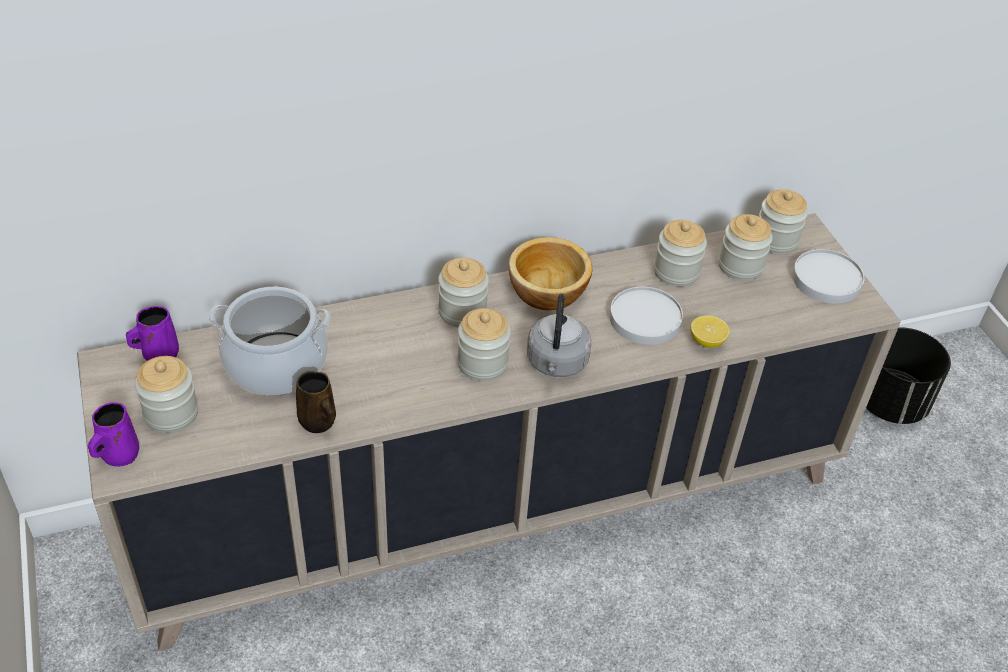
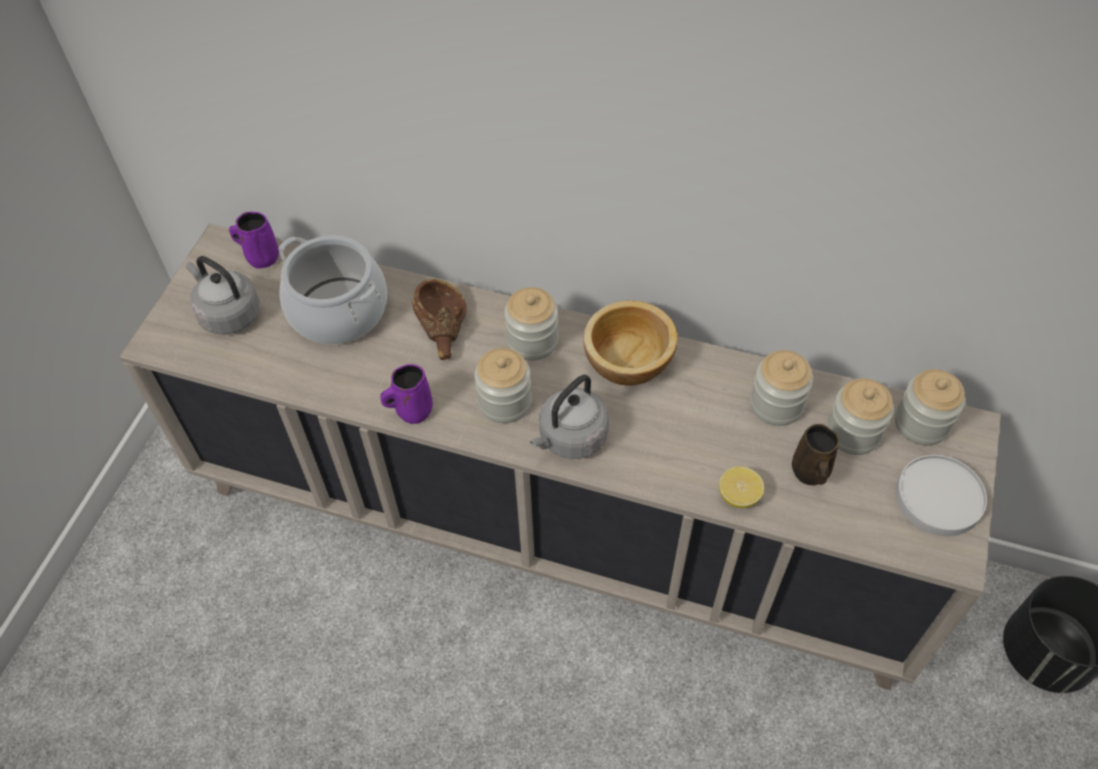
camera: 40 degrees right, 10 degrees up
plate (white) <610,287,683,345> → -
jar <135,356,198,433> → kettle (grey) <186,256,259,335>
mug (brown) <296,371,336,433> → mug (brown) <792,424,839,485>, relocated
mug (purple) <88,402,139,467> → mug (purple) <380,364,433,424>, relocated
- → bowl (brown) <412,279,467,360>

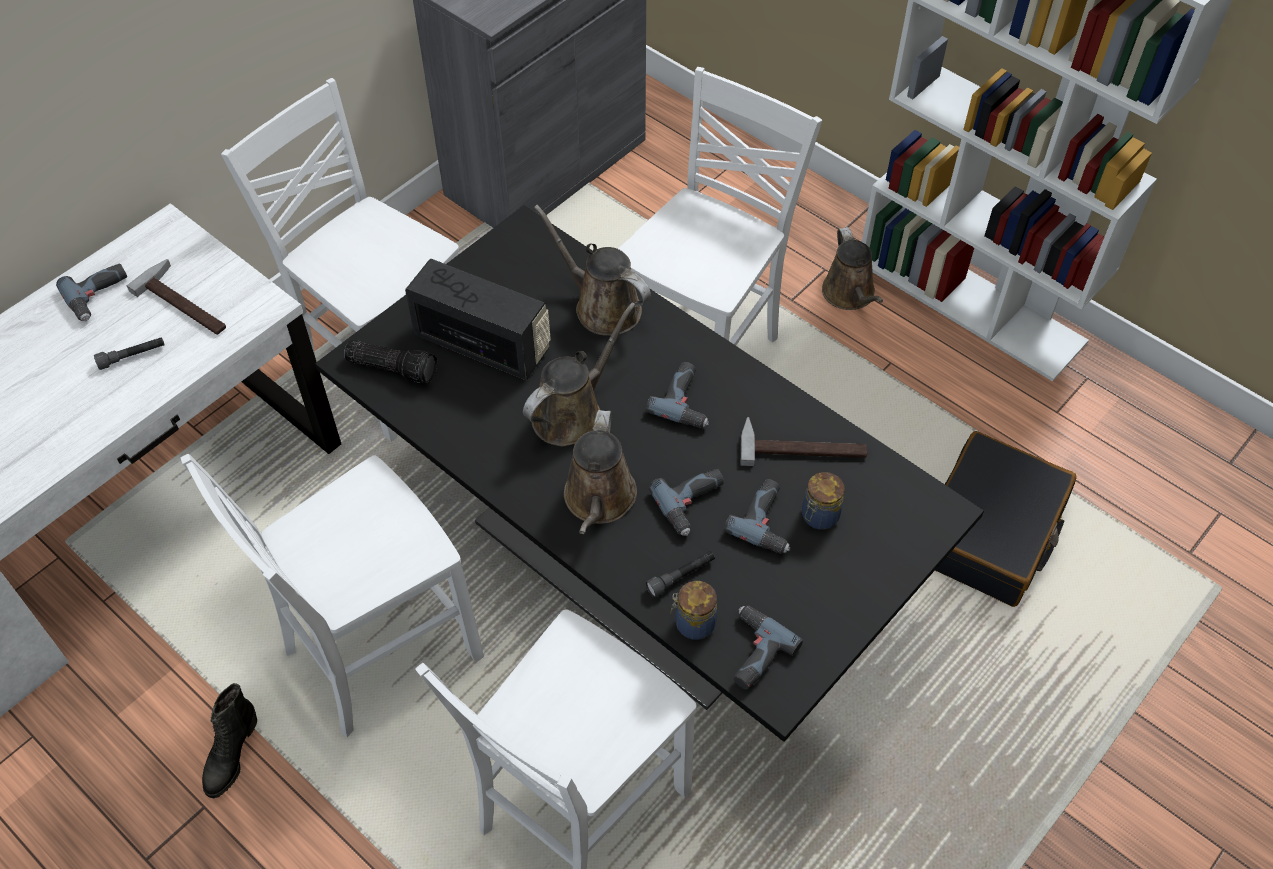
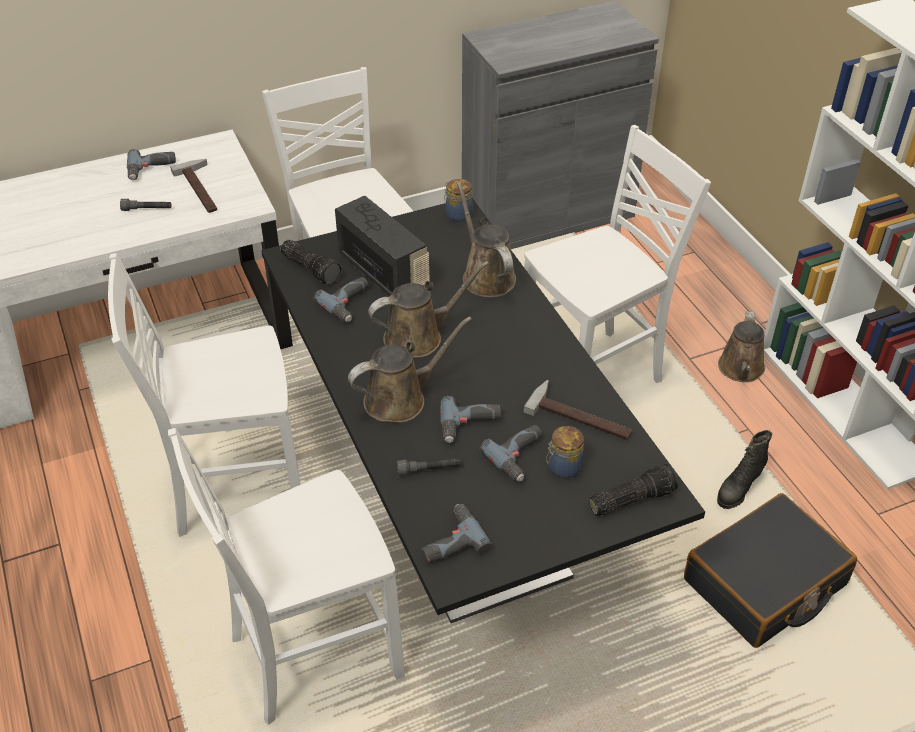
camera: 25 degrees right, 10 degrees down
power drill <646,362,709,428> → power drill <314,277,369,322>, relocated
watering can (brown) <564,410,637,534> → watering can (brown) <348,317,472,423>, 150 degrees counterclockwise
jar <670,581,717,640> → jar <444,179,473,222>, relocated
boot (black) <202,683,257,798> → boot (black) <717,430,772,509>, relocated
- → flashlight <589,464,678,516>

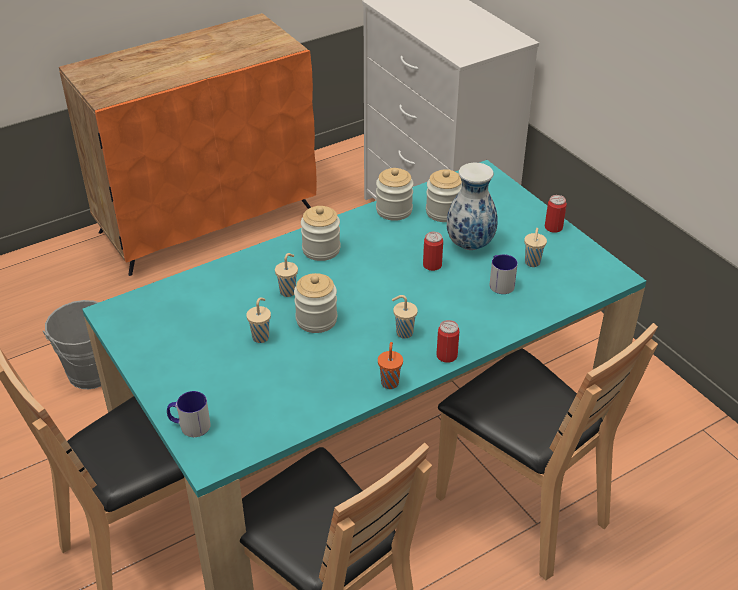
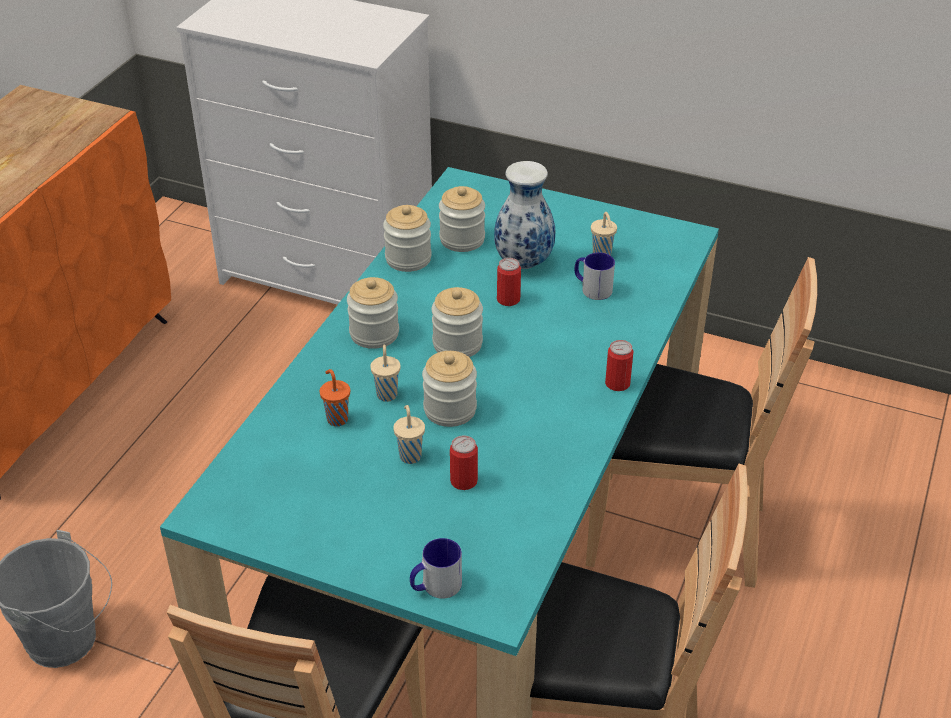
camera: 35 degrees left, 0 degrees up
can <545,195,567,233> → can <450,436,478,490>, relocated
cup (beige) <392,295,418,339> → -
cup (orange) <378,342,403,389> → cup (orange) <320,369,350,426>, relocated
- → jar <432,287,483,357>

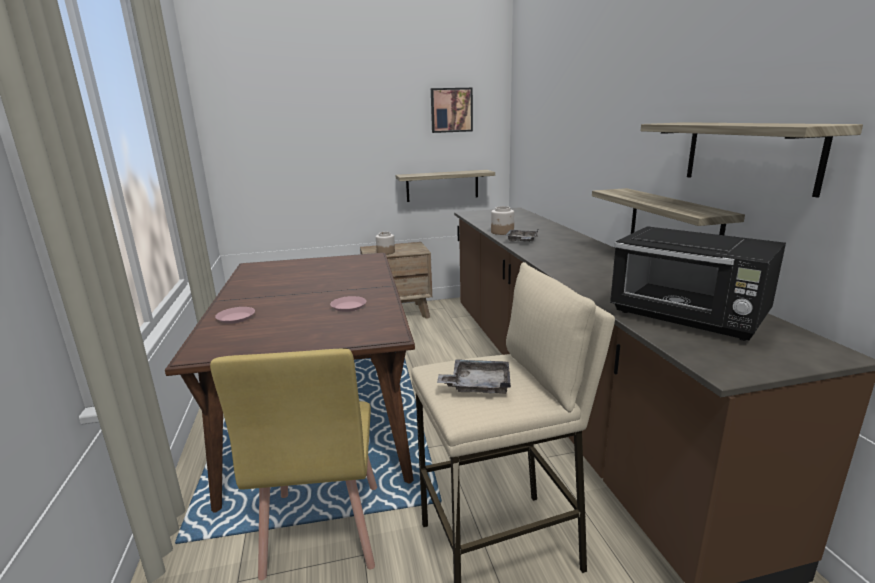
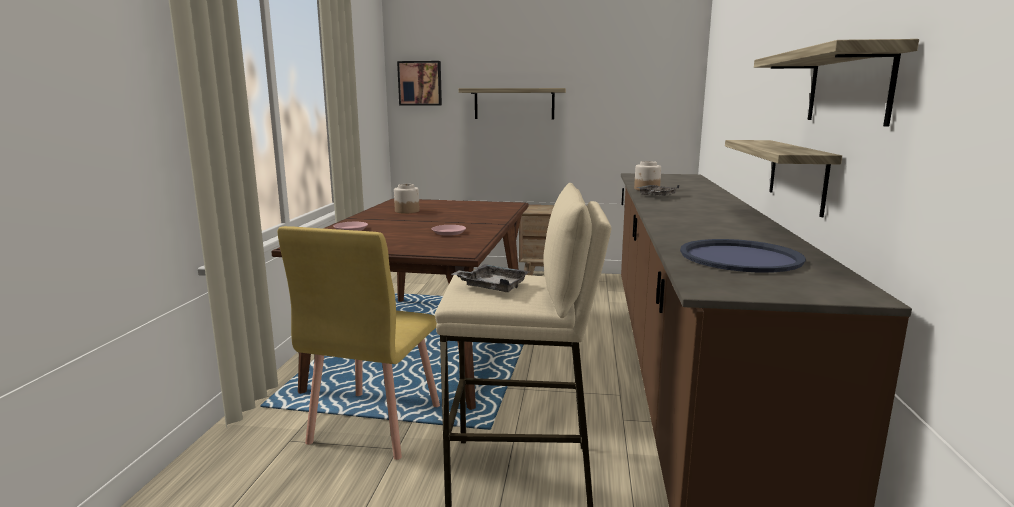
camera: 20 degrees right, 5 degrees down
picture <431,88,473,133> → picture <397,61,442,106>, relocated
shelf <396,170,495,202> → shelf <459,88,566,119>, relocated
microwave (black) <610,226,786,341> → tray (blue) <680,239,806,273>
jar <376,232,395,255> → jar <394,184,419,213>, relocated

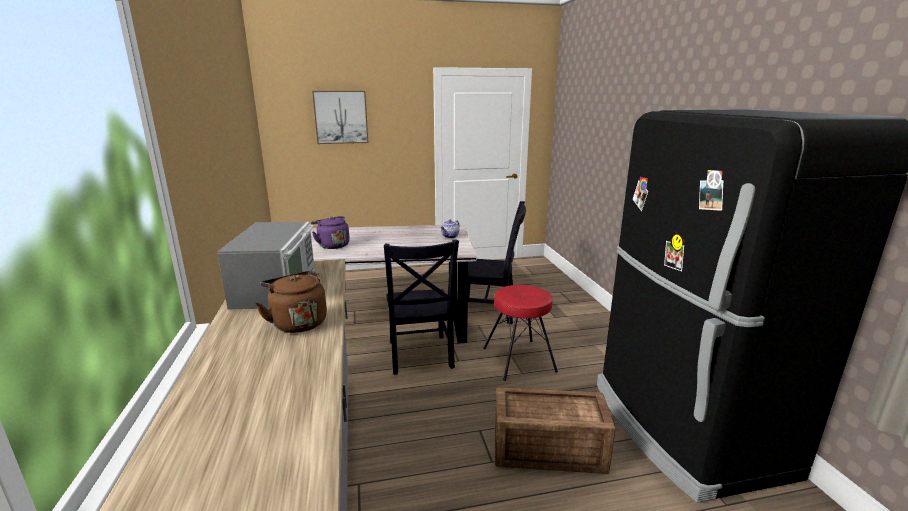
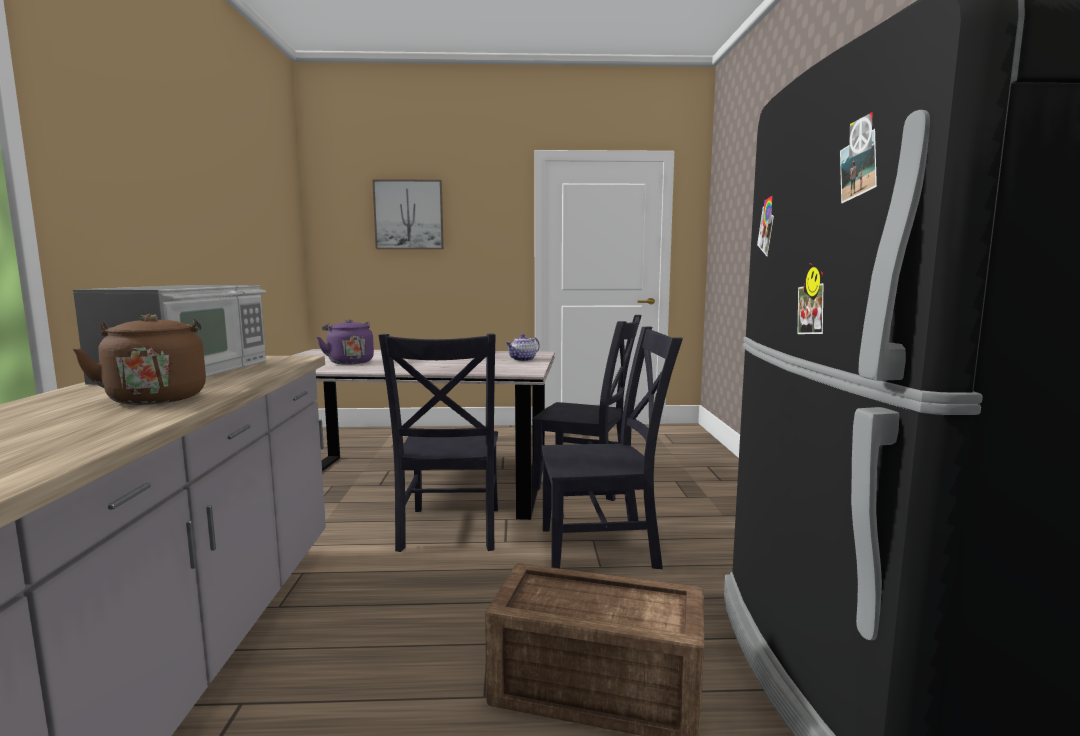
camera: 10 degrees right, 10 degrees down
stool (red) <483,285,558,381> → chair (black) <542,326,683,569>

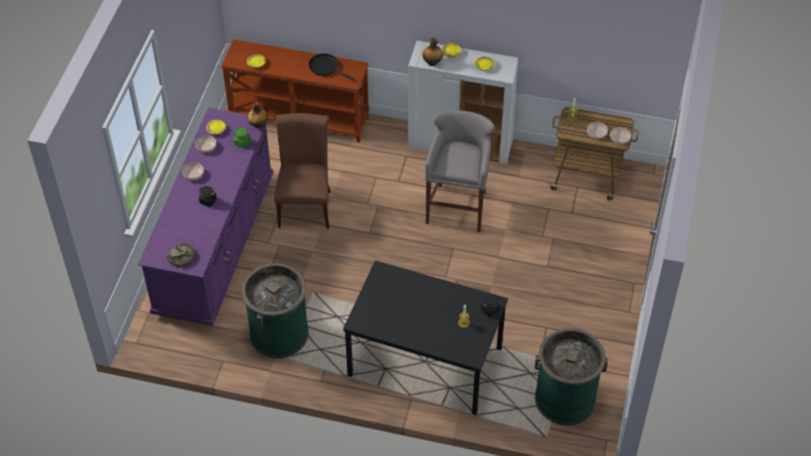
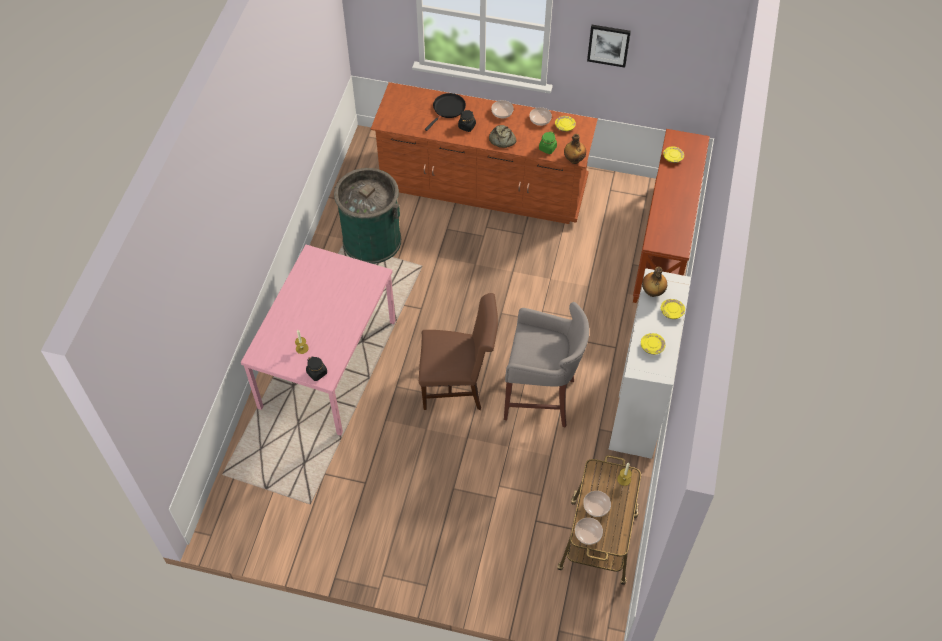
camera: 90 degrees right, 5 degrees up
frying pan (black) <309,53,354,81> → frying pan (black) <425,93,466,131>, relocated
dresser (purple) <138,108,273,326> → dresser (brown) <371,82,598,224>
chair (brown) <274,113,331,229> → chair (brown) <419,293,498,410>, relocated
bread <167,243,195,267> → bread <489,125,517,148>, relocated
dining table (black) <343,260,508,415> → dining table (pink) <241,245,396,436>
trash can (green) <535,328,608,425> → -
- → picture <587,25,631,68>

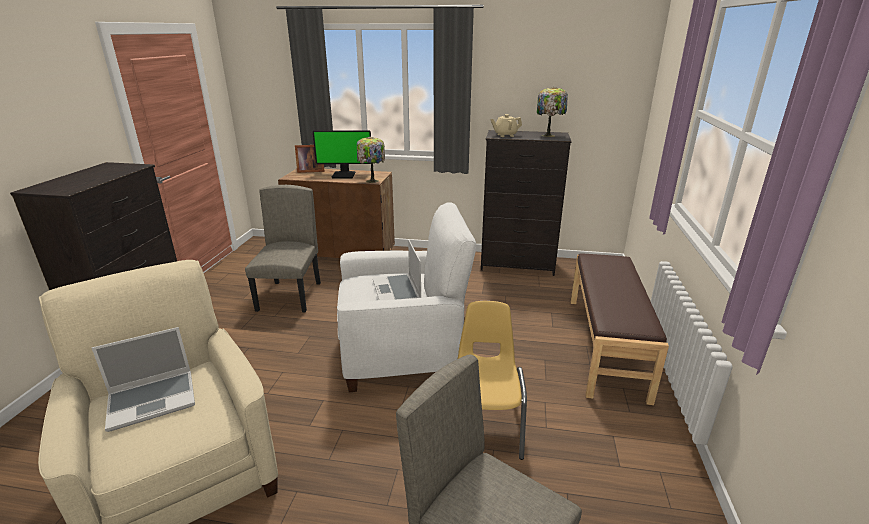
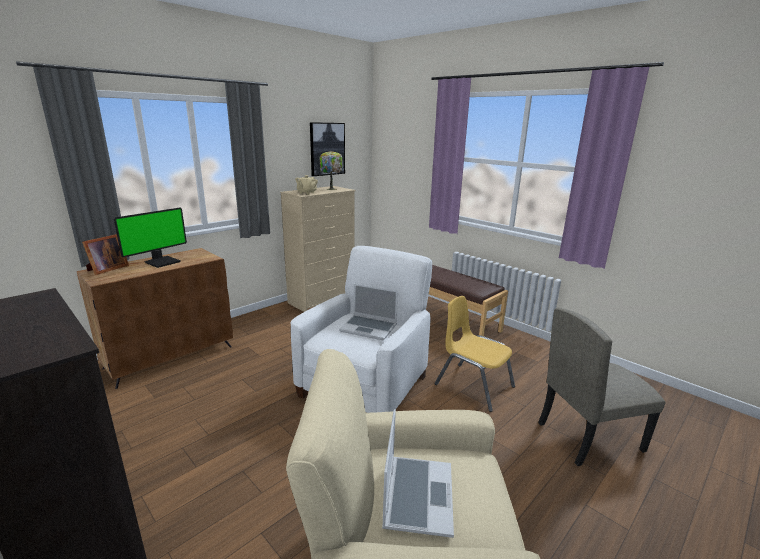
camera: 55 degrees left, 5 degrees down
dresser (black) <481,130,572,276> → dresser (beige) <280,186,355,312>
table lamp <357,136,385,183> → -
chair (beige) <245,185,321,312> → -
- → picture <310,122,345,176>

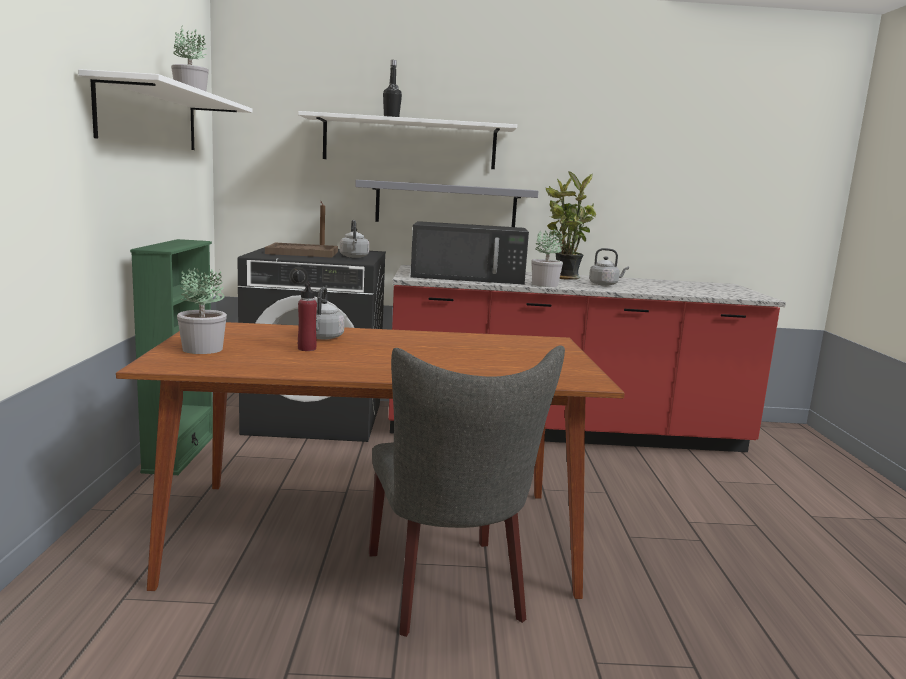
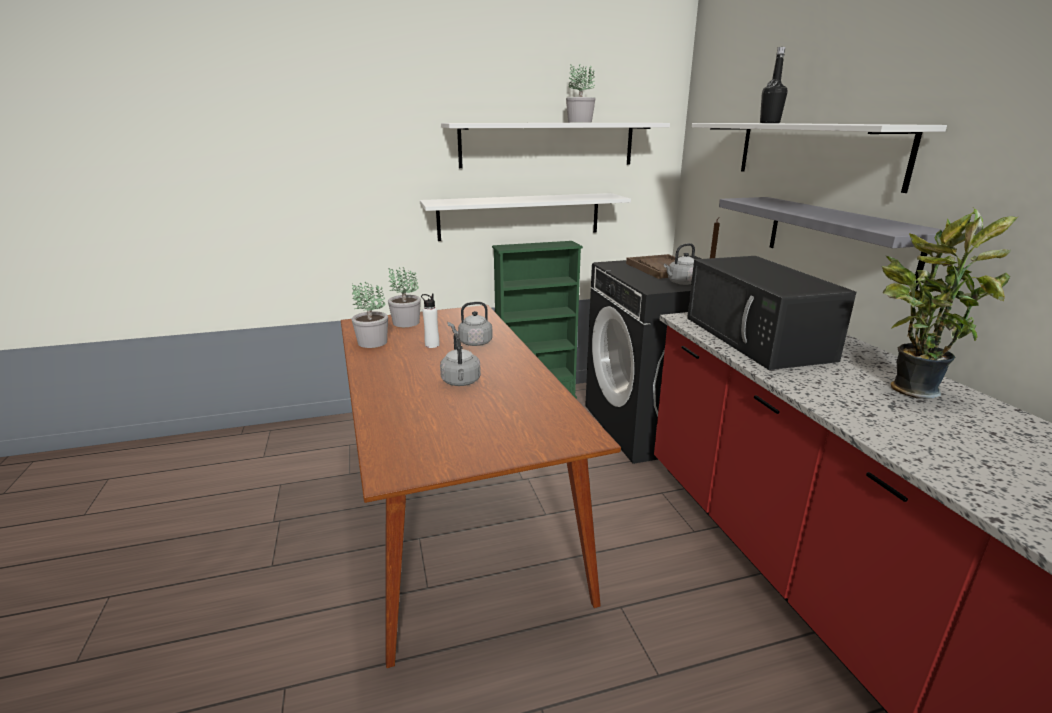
camera: 75 degrees right, 10 degrees up
potted plant <531,229,563,287> → potted plant <351,282,388,348>, relocated
kettle (grey) <589,248,629,286> → kettle (grey) <440,333,481,386>, relocated
bottle (red) <298,281,317,351> → bottle (white) <421,293,440,348>
chair (grey) <369,345,565,637> → -
- → shelf (white) <420,193,631,241>

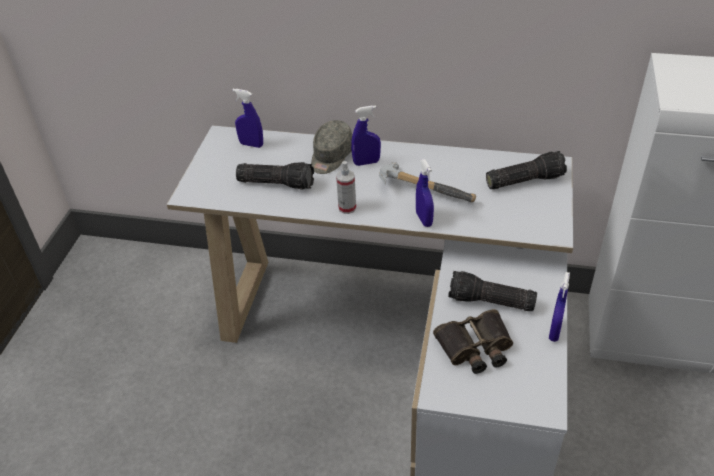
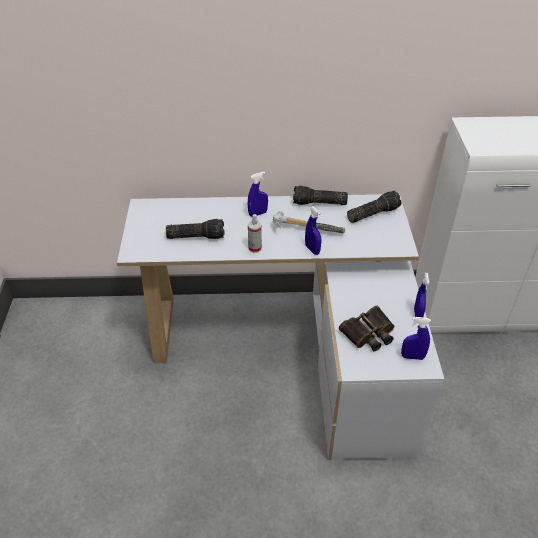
camera: 15 degrees left, 0 degrees up
spray bottle (blue) <232,89,263,148> → spray bottle (blue) <401,317,431,360>, relocated
cap (grey) <311,120,352,174> → -
flashlight <448,271,537,311> → flashlight <293,186,348,205>, relocated

